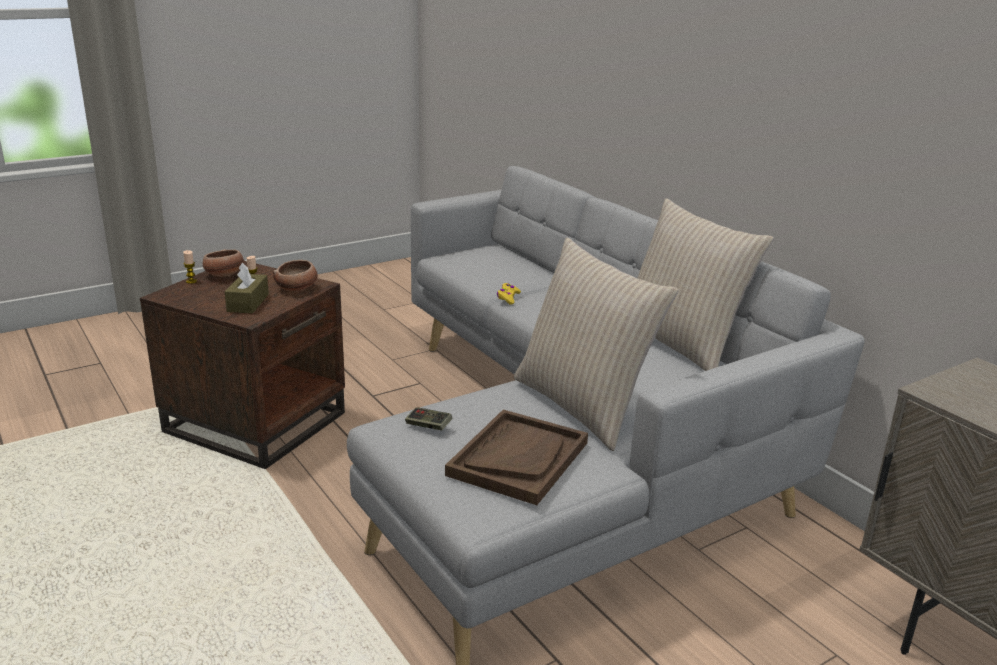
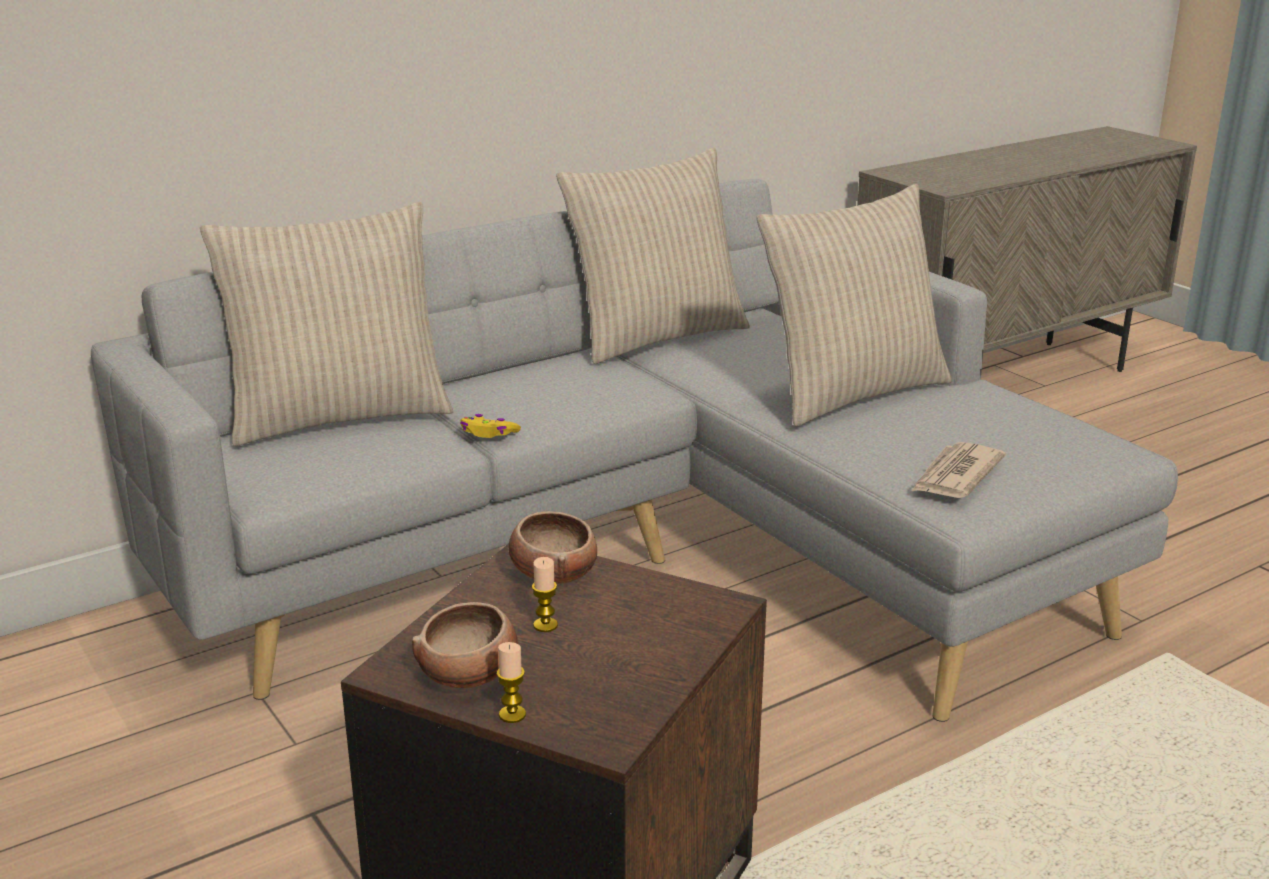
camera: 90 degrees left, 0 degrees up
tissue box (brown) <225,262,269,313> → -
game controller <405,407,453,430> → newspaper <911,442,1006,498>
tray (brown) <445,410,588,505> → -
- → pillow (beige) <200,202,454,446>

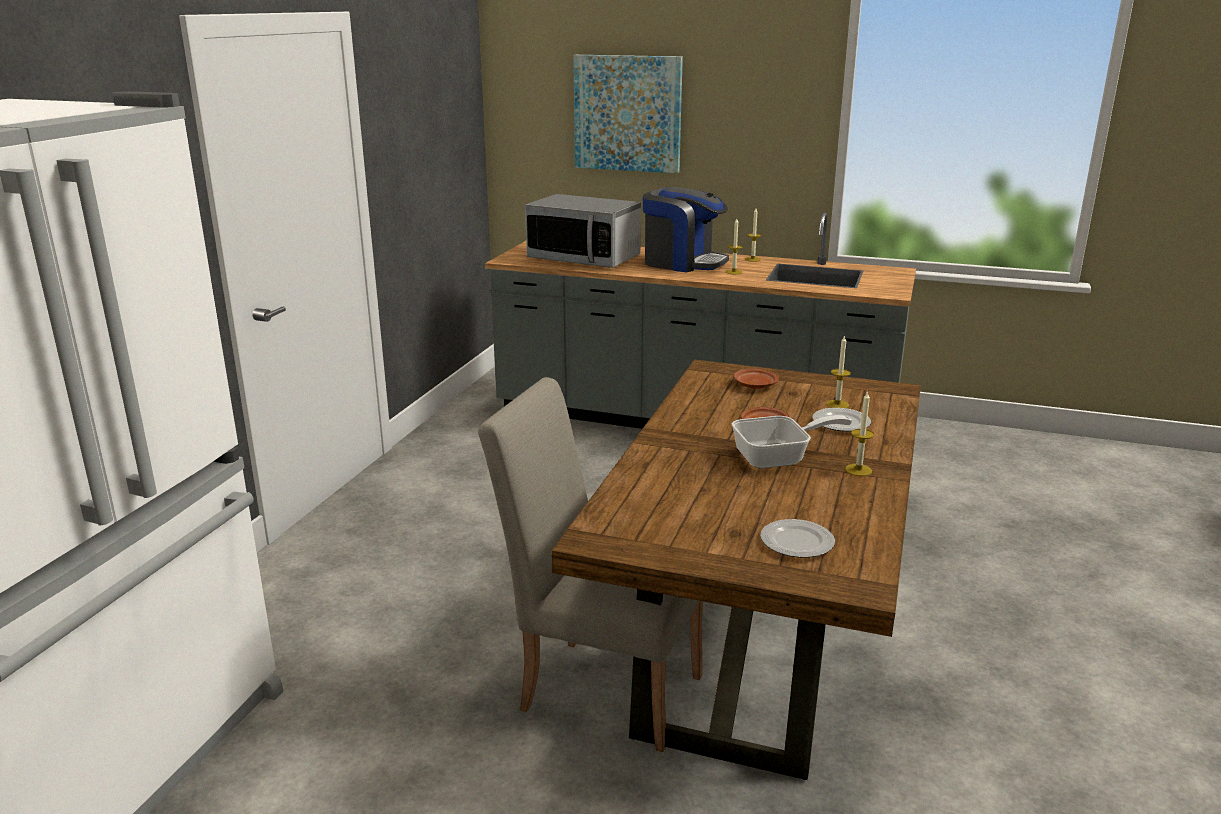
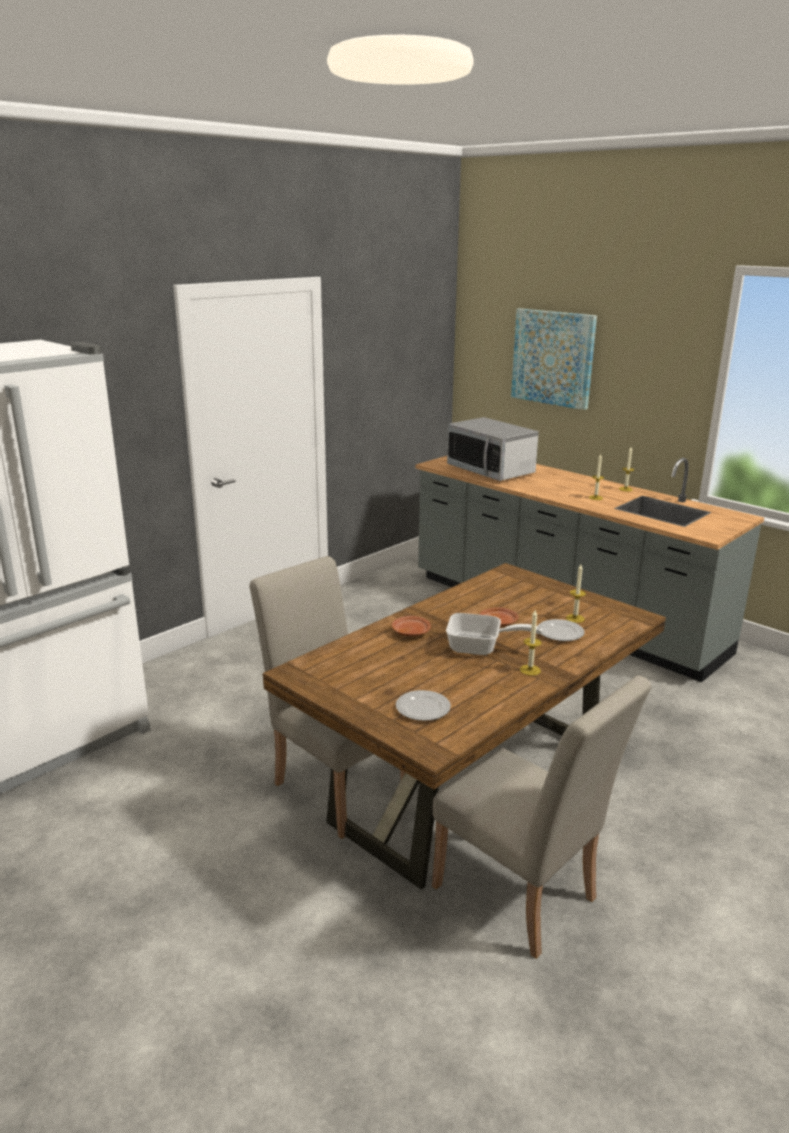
camera: 25 degrees right, 0 degrees up
coffee machine <643,187,729,272> → -
plate (brown) <734,368,779,389> → plate (brown) <392,616,431,636>, relocated
- → chair (beige) <432,675,652,959>

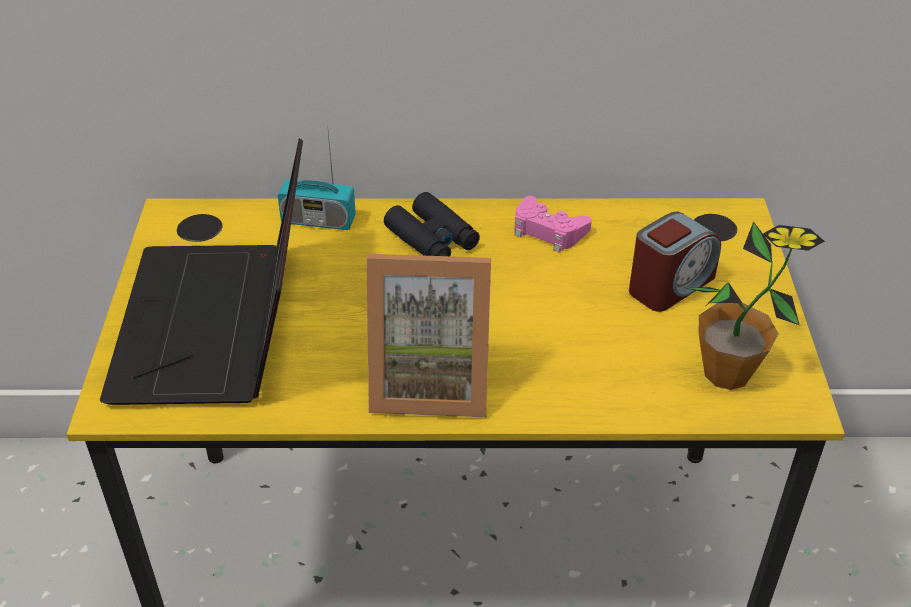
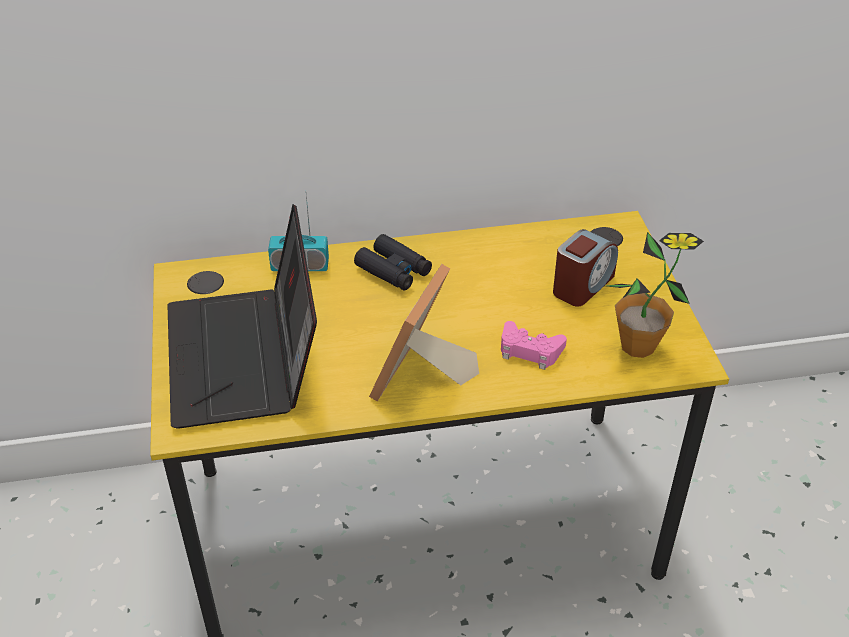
camera: 10 degrees left, 0 degrees up
game controller (pink) <515,196,592,252> → game controller (pink) <501,321,567,370>, relocated
picture frame <366,254,491,417> → picture frame <369,264,479,402>, 120 degrees clockwise

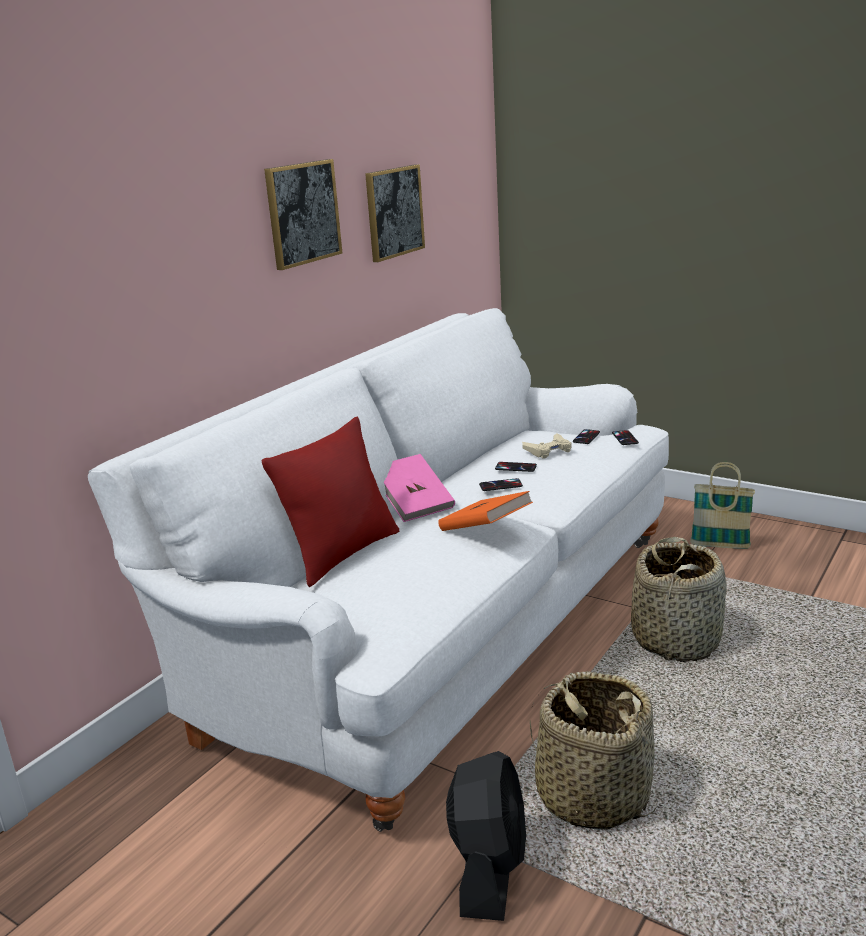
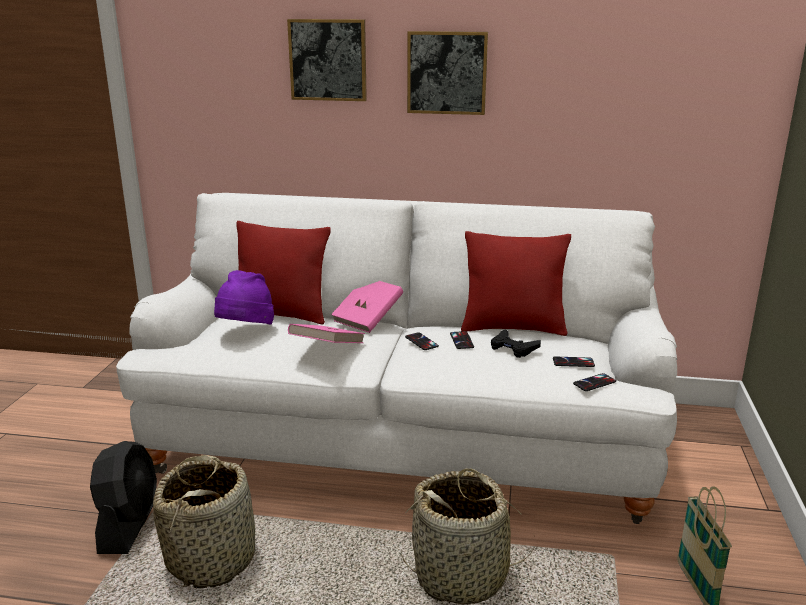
camera: 65 degrees right, 0 degrees up
picture <365,164,425,262> → picture <287,19,367,101>, relocated
game controller (beige) <522,433,572,459> → game controller (black) <491,329,541,358>
book (orange) <438,491,533,531> → book (pink) <288,324,365,343>
fan (black) <446,751,526,921> → fan (black) <90,441,157,554>, 75 degrees counterclockwise
- → pillow (red) <461,231,571,336>
- → hat (purple) <214,270,274,325>

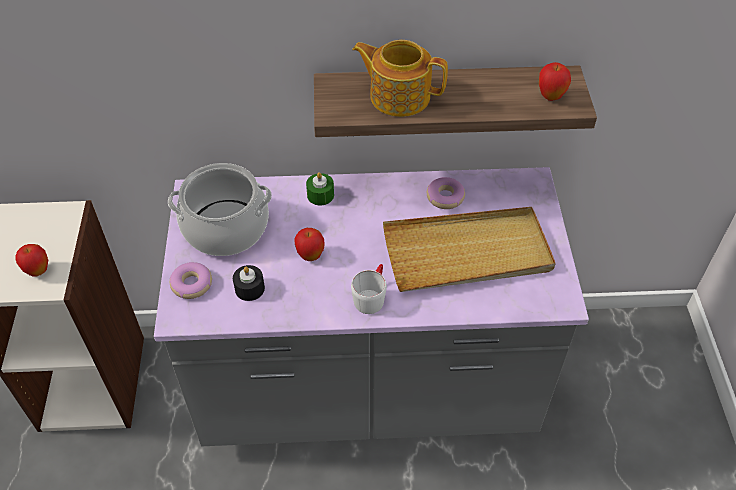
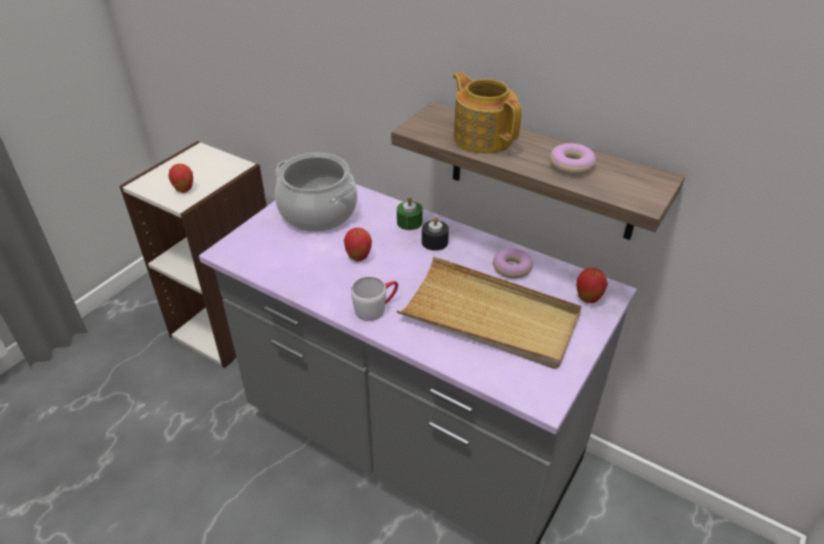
camera: 35 degrees right, 10 degrees down
apple <539,62,571,101> → apple <576,268,608,303>, relocated
donut <170,262,212,299> → donut <550,143,596,175>, relocated
candle (black) <233,265,265,301> → candle (black) <422,216,449,251>, relocated

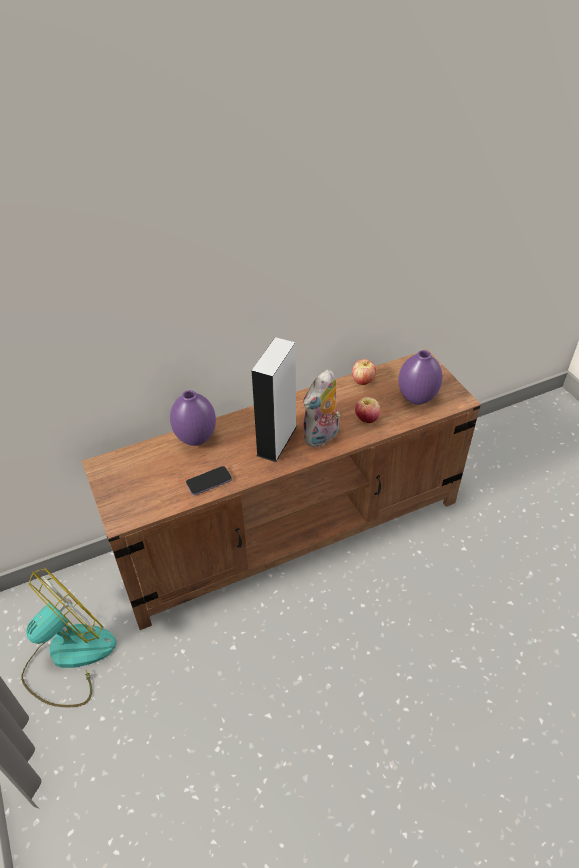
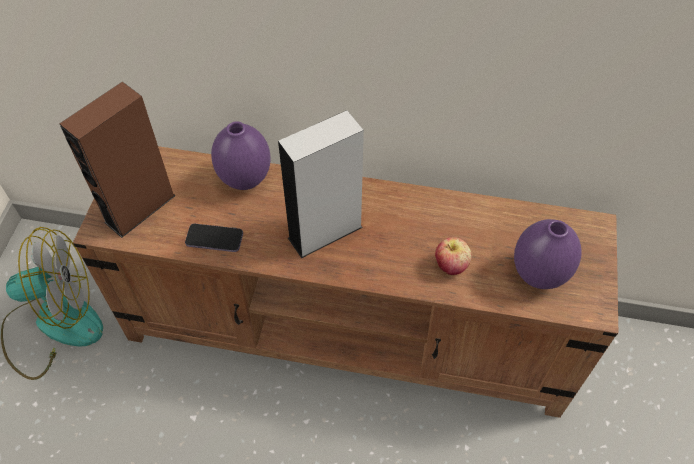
camera: 35 degrees right, 10 degrees up
apple <352,359,376,385> → -
plush toy <303,370,340,448> → -
- → speaker (brown) <60,82,176,238>

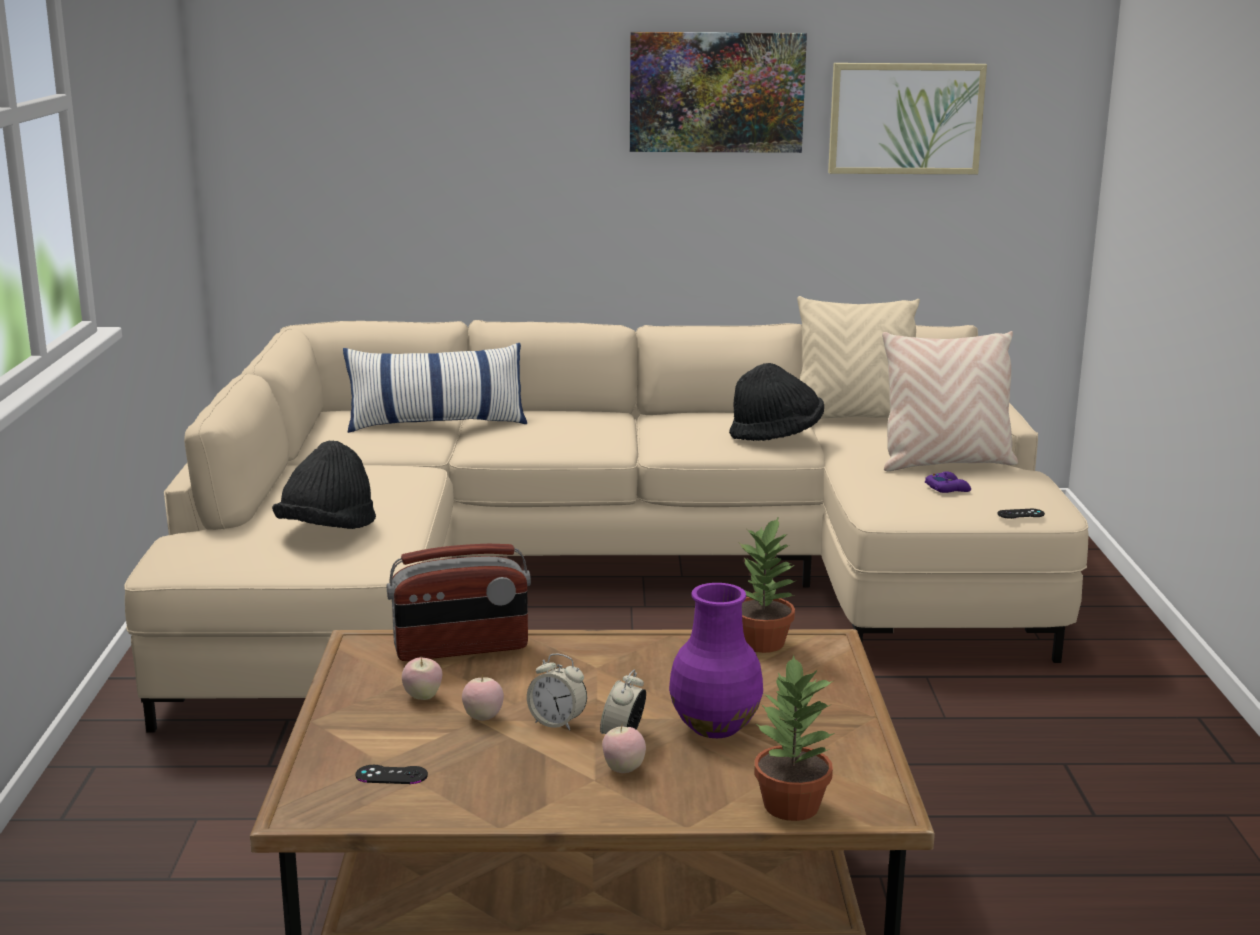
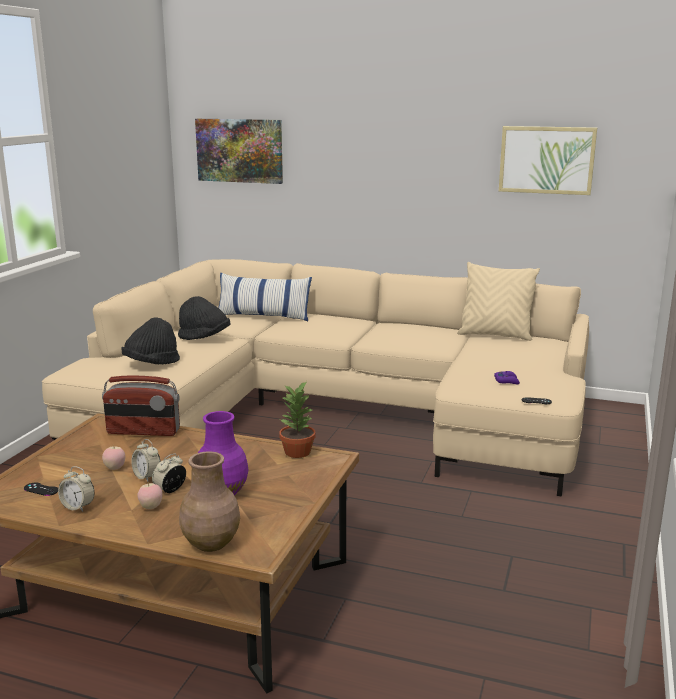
camera: 20 degrees right, 0 degrees up
picture <630,32,807,153> → picture <195,119,283,184>, relocated
pillow (beige) <882,331,1018,471> → -
hat (black) <729,363,824,441> → hat (black) <178,296,231,340>, relocated
potted plant <754,655,835,821> → vase (brown) <179,452,240,552>
apple <402,657,442,700> → -
- → alarm clock <58,466,95,512>

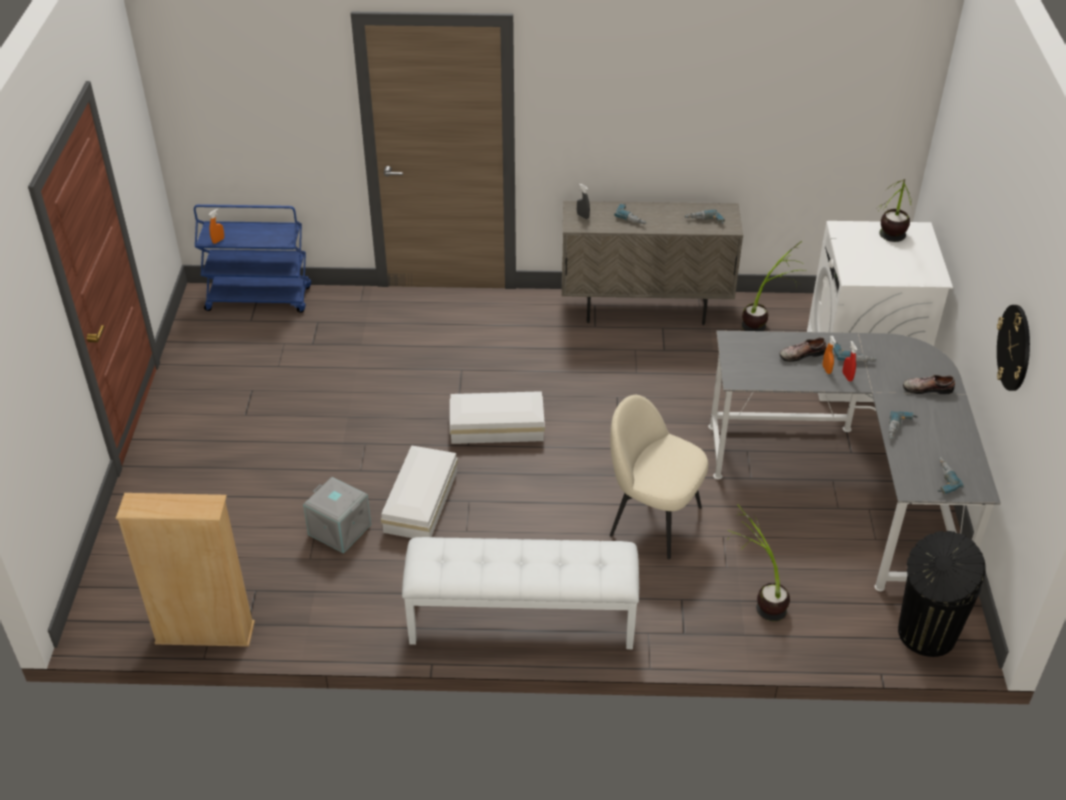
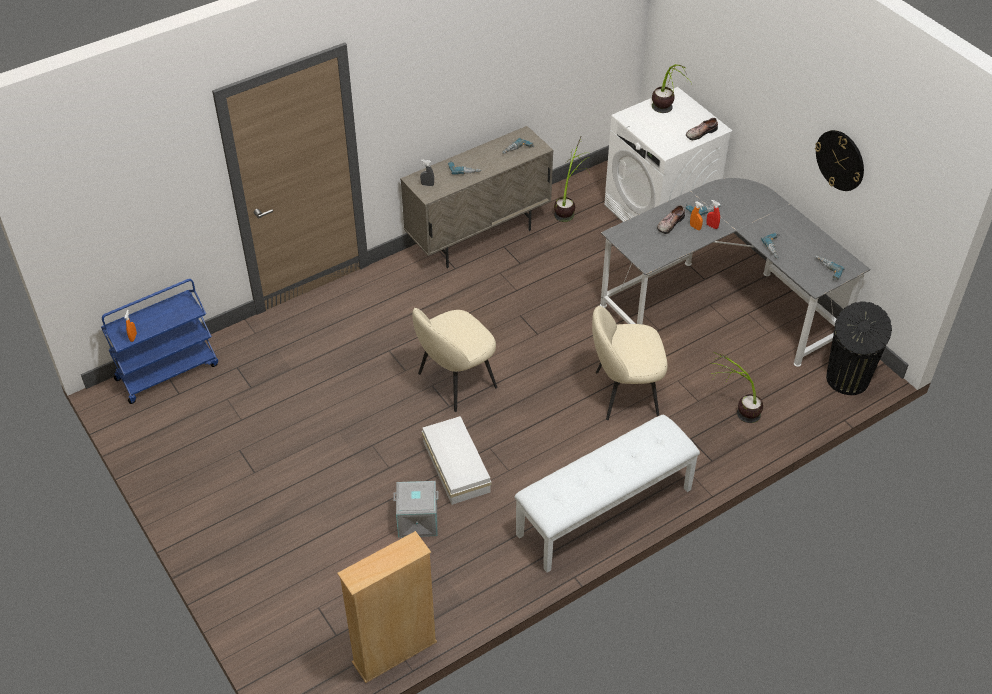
camera: 35 degrees left, 5 degrees up
shoe <903,375,955,394> → shoe <686,118,718,140>, relocated
storage box (white) <450,391,545,444> → chair (beige) <412,308,497,412>

